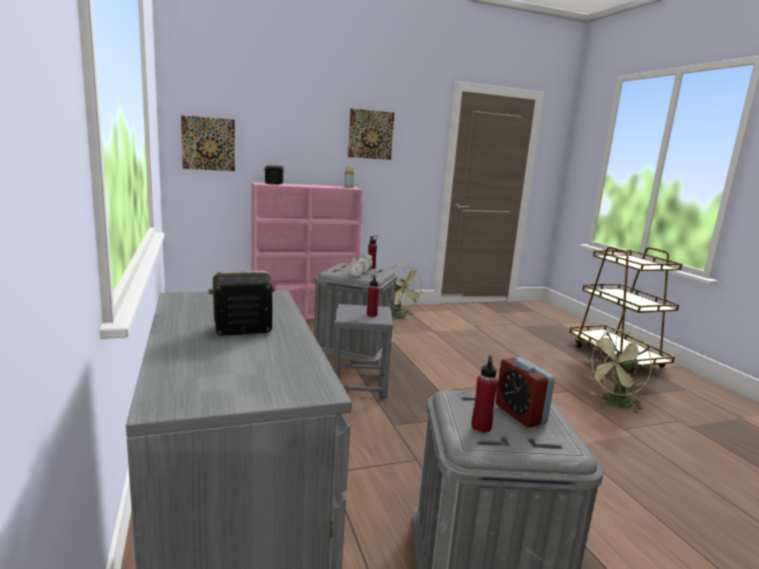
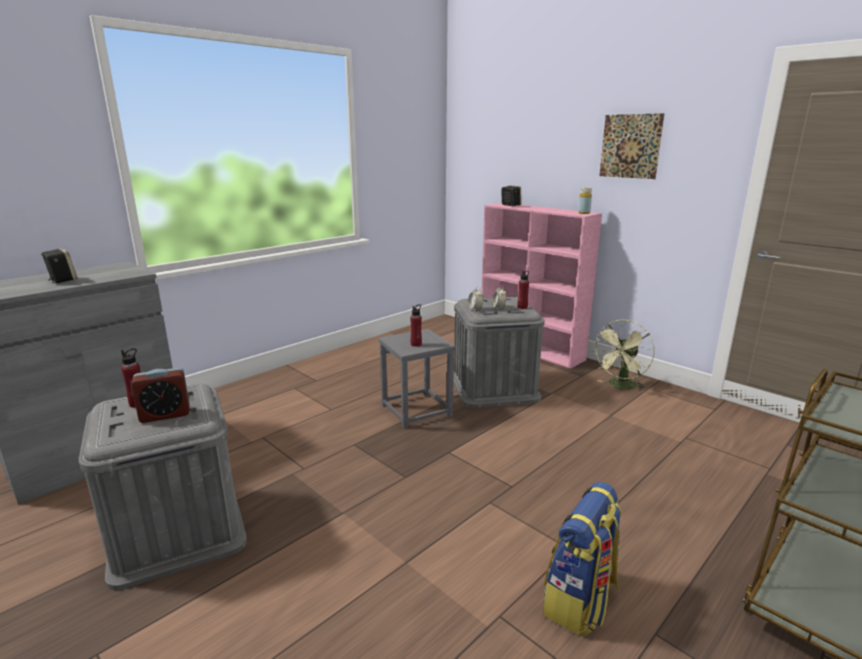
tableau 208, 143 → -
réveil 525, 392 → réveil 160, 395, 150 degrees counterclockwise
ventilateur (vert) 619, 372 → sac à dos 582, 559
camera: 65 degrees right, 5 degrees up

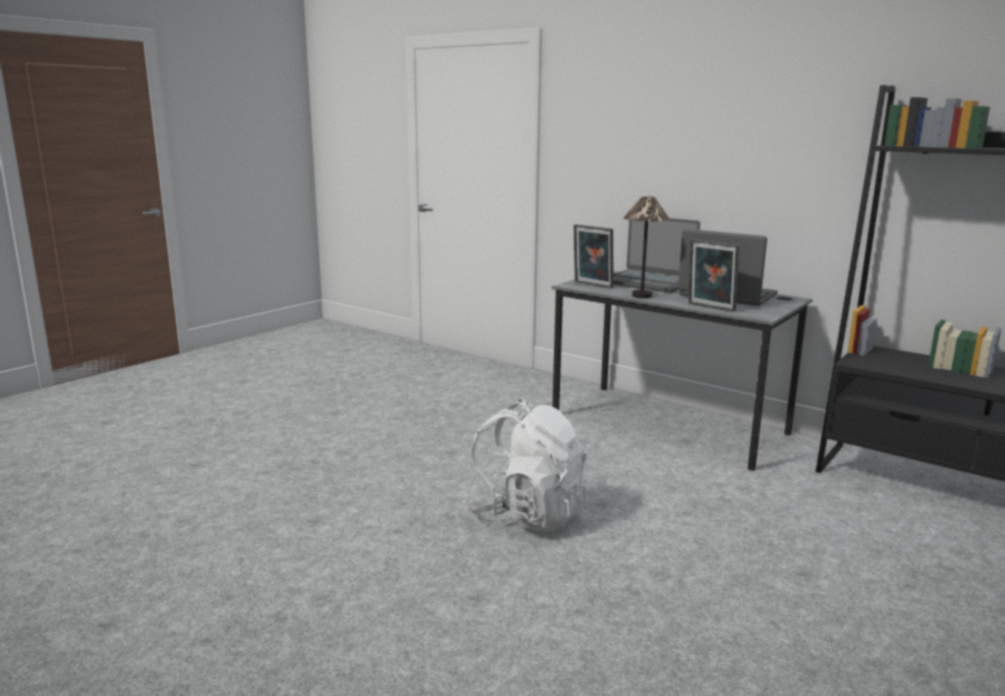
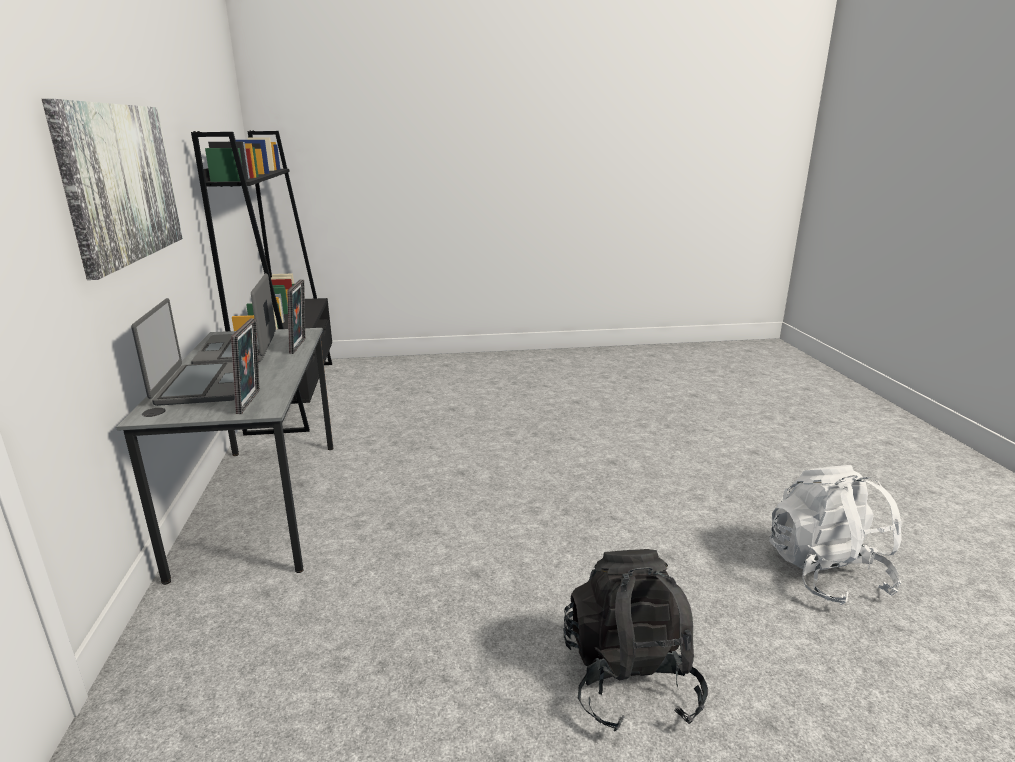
sac à dos (blanc) 525, 465 → sac à dos (blanc) 835, 535, moved
lampe de table 647, 247 → -
- → tableau 112, 189
- → sac à dos (noir) 636, 640
camera: 135 degrees left, 5 degrees up

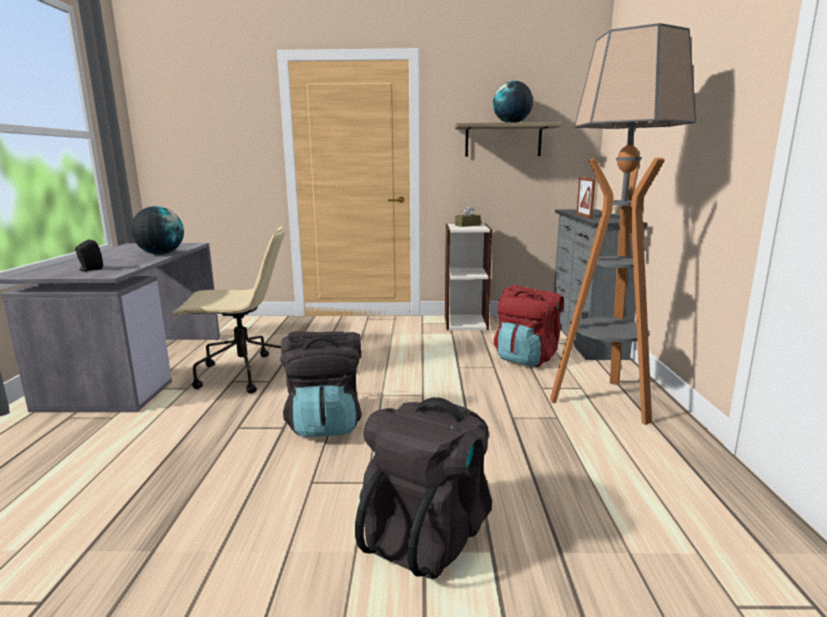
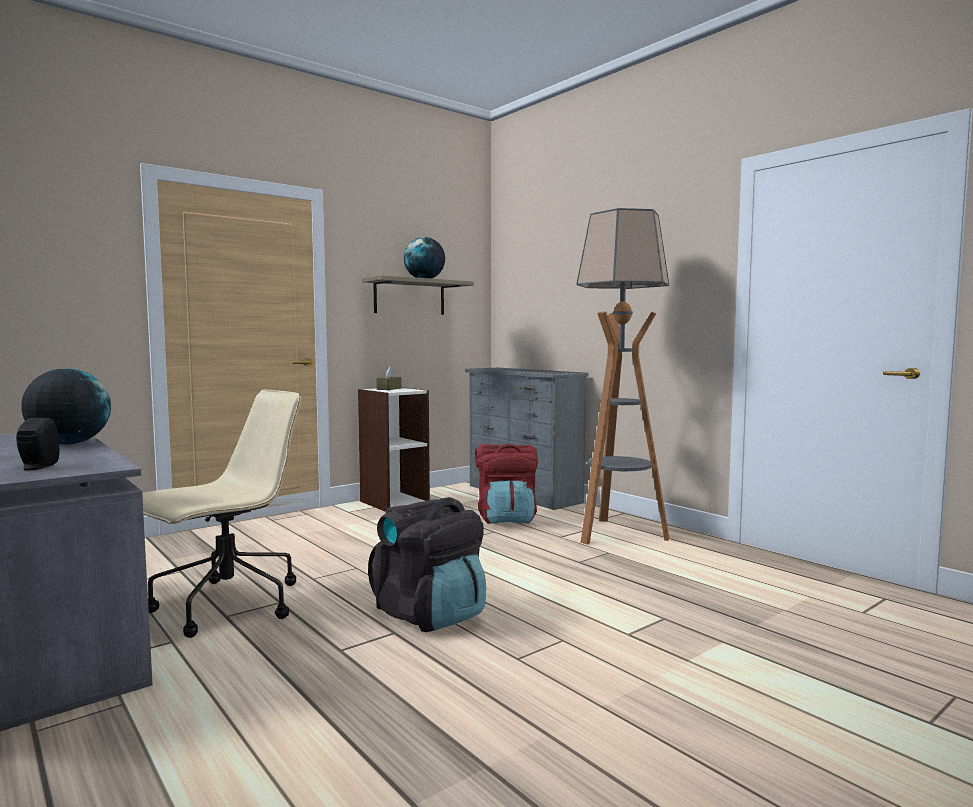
sac à dos (noir) 423, 488 → -
cadre photo 586, 198 → -
camera: 40 degrees left, 10 degrees down

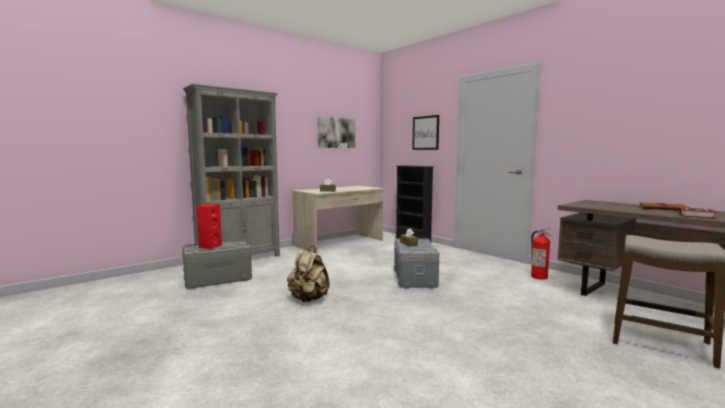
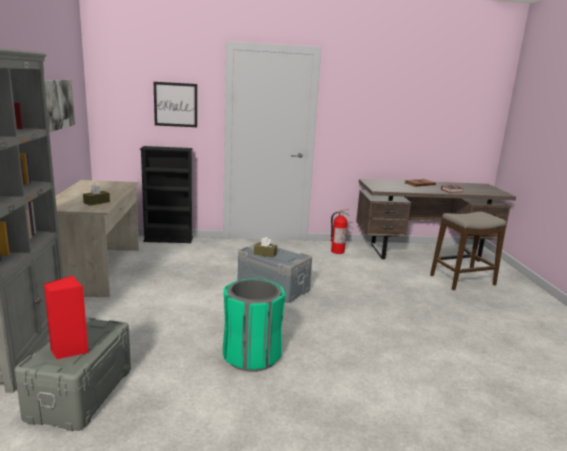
sac à dos (beige) 308, 274 → poubelle (vert) 254, 325
camera: 55 degrees left, 10 degrees up

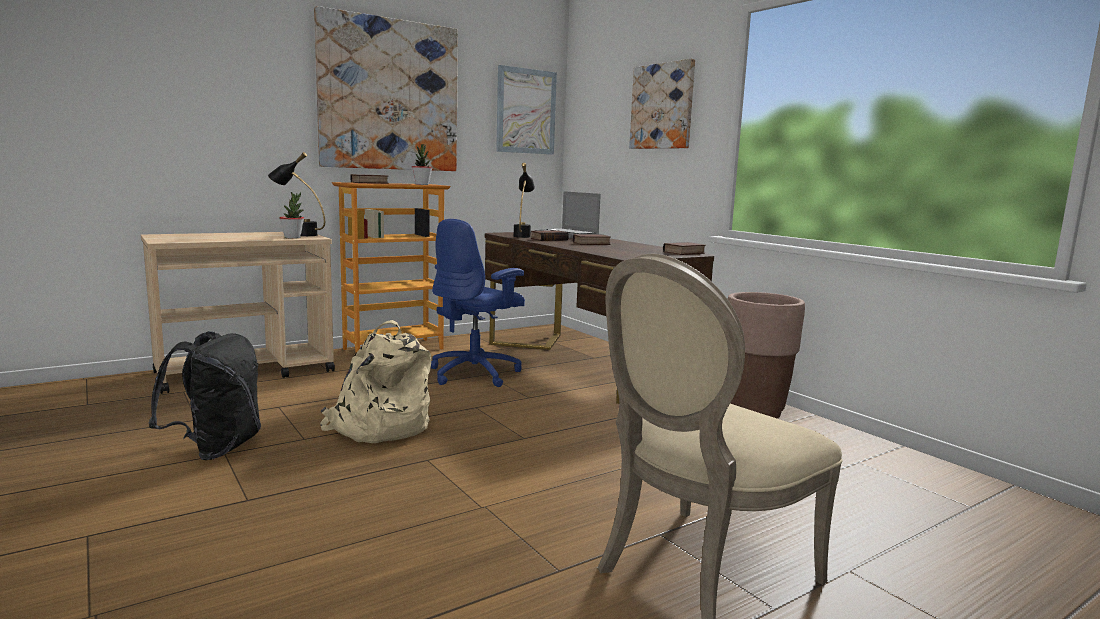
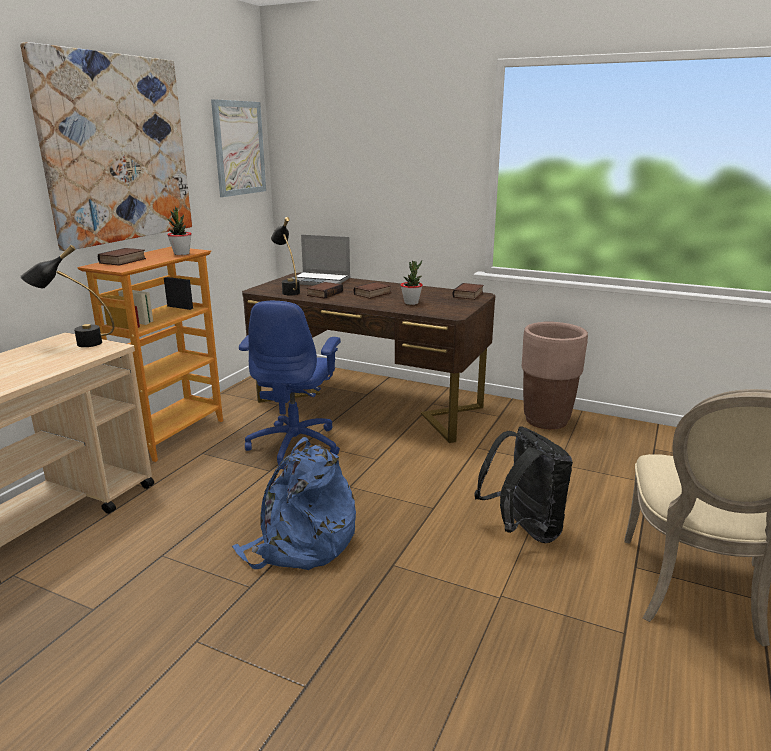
sac à dos (noir) 204, 395 → sac à dos (noir) 524, 485, moved
plante en pot 291, 215 → plante en pot 412, 282, moved
sac à dos (beige) 375, 381 → sac à dos (bleu) 294, 503
tableau 662, 103 → -
camera: 30 degrees left, 10 degrees up

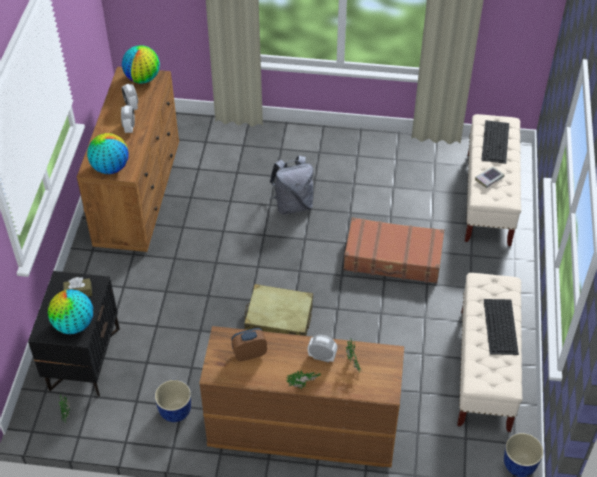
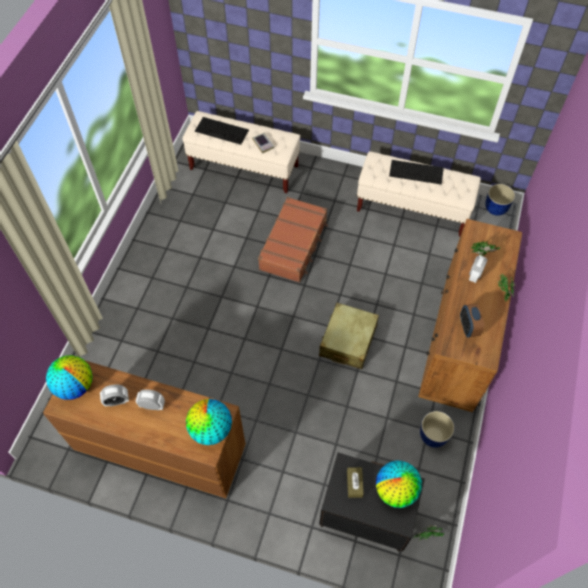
sac à dos (gris) 291, 185 → -
camera: 80 degrees left, 10 degrees up

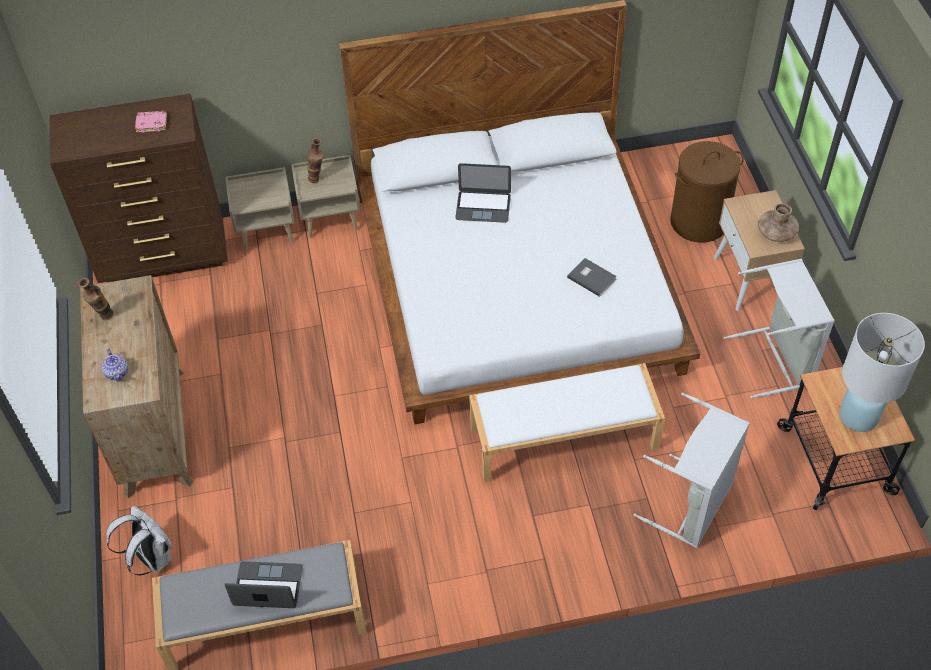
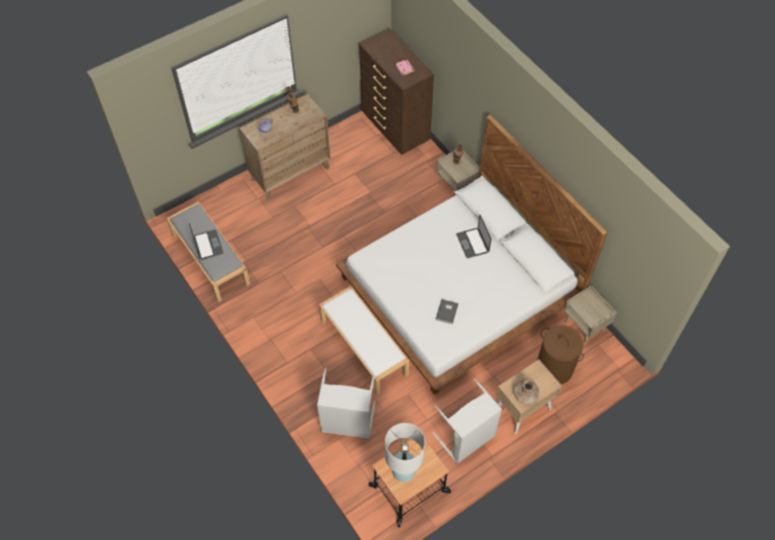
sac à dos (blanc) 139, 540 → -
table de chevet (beige) 260, 209 → table de chevet (beige) 590, 315, moved
camera: 65 degrees right, 5 degrees up

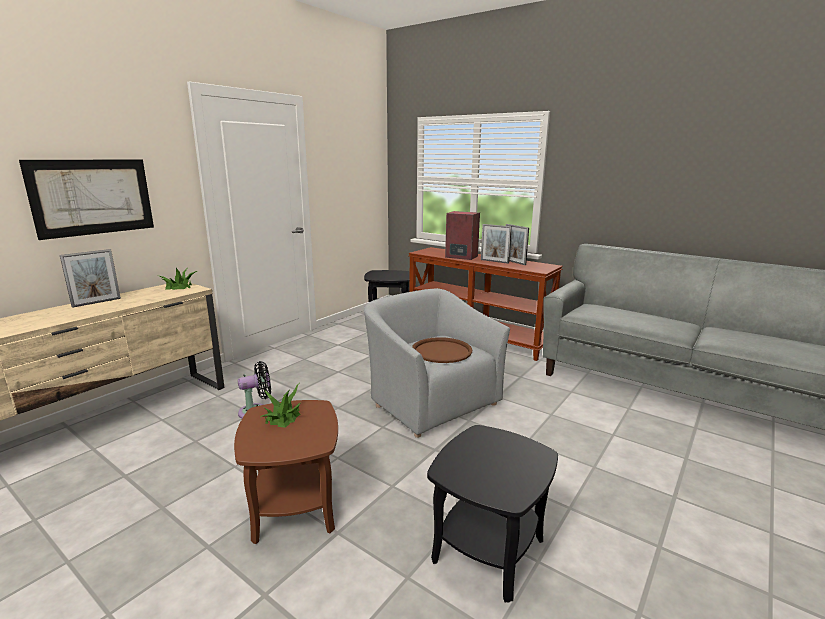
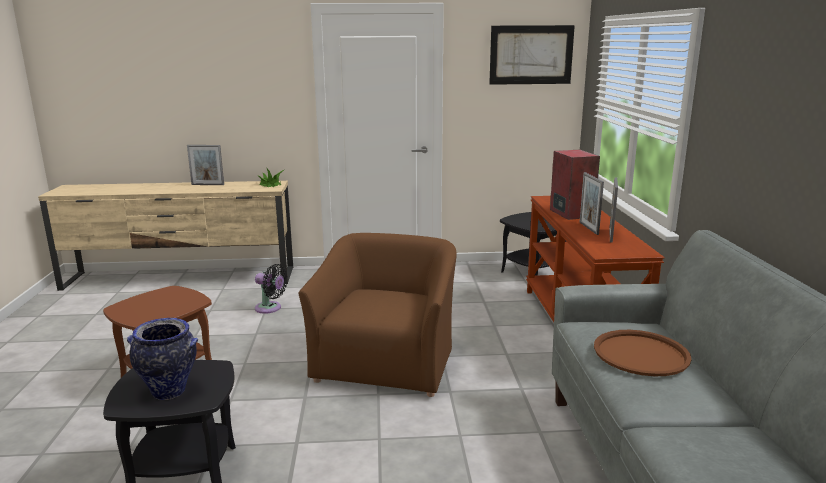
tableau 86, 199 → tableau 532, 55, moved
plante en pot 280, 406 → -
fauteuil (gris) 437, 363 → fauteuil (marron) 378, 315
plateau (marron) 442, 350 → plateau (marron) 643, 353, moved
- → vase 162, 359
camera: 50 degrees right, 0 degrees up

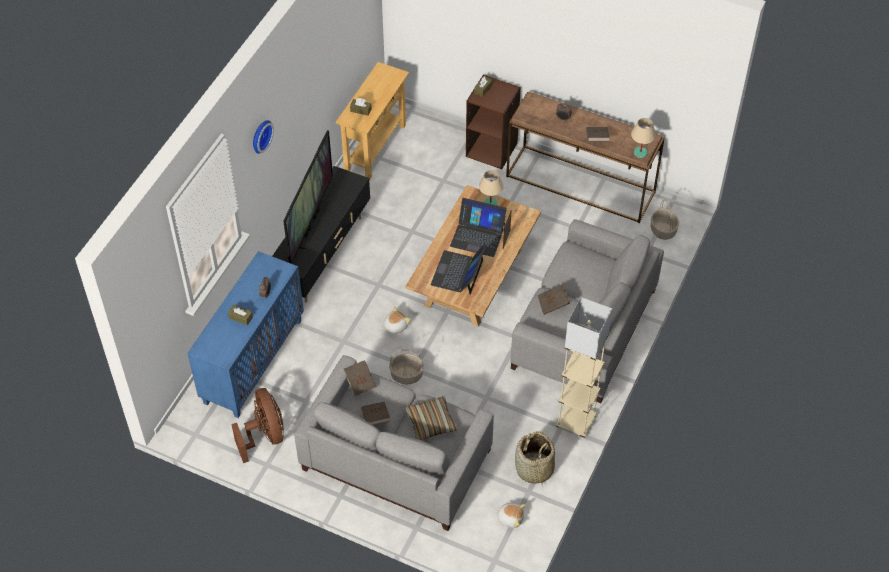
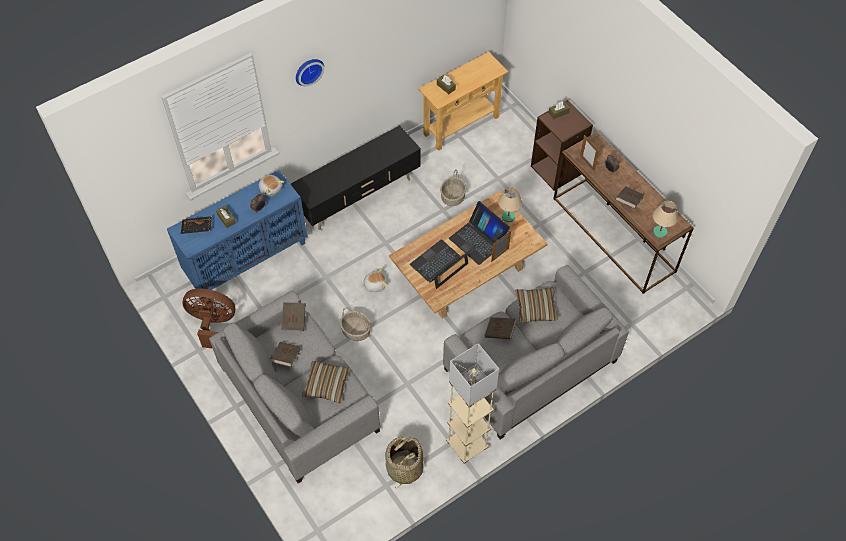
ventilateur (marron) 257, 425 → ventilateur (marron) 208, 319, 90 degrees counterclockwise
téléviseur 308, 197 → -
peluche 510, 515 → peluche 271, 186, moved
panier 665, 219 → panier 453, 187, moved
- → plateau (noir) 196, 225
- → coussin 536, 305
- → cadre photo 589, 153
camera: 30 degrees right, 5 degrees up

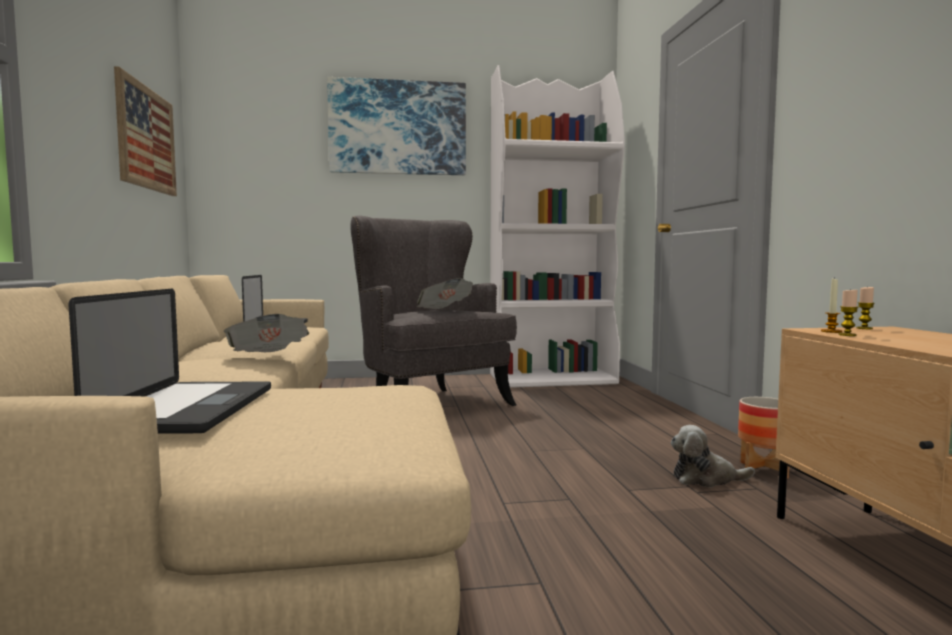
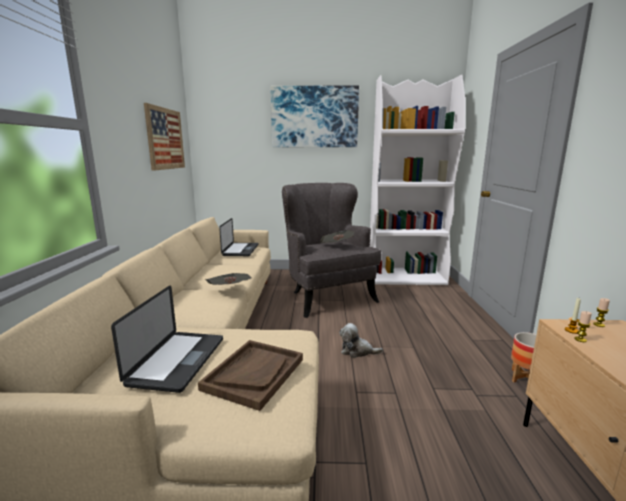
peluche 713, 456 → peluche 361, 340, moved
- → plateau (marron) 250, 375
camera: 10 degrees right, 10 degrees up

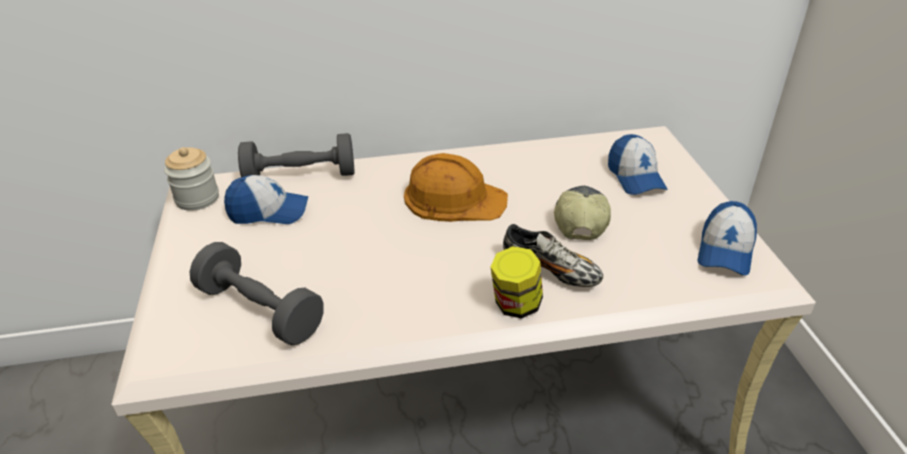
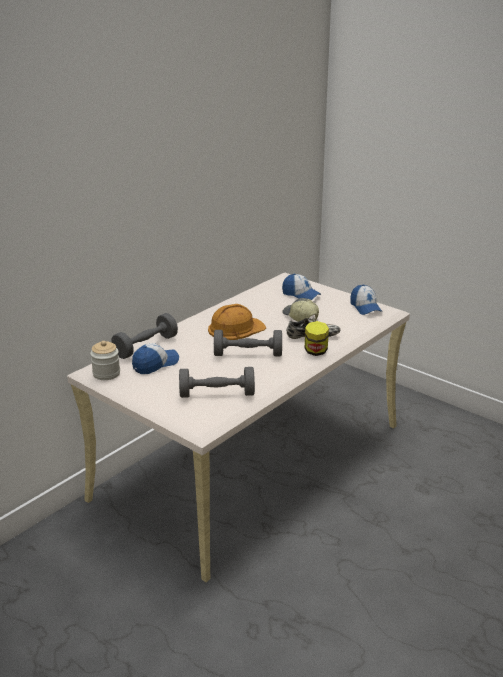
- → haltère (gris) 248, 343
camera: 40 degrees left, 10 degrees down

